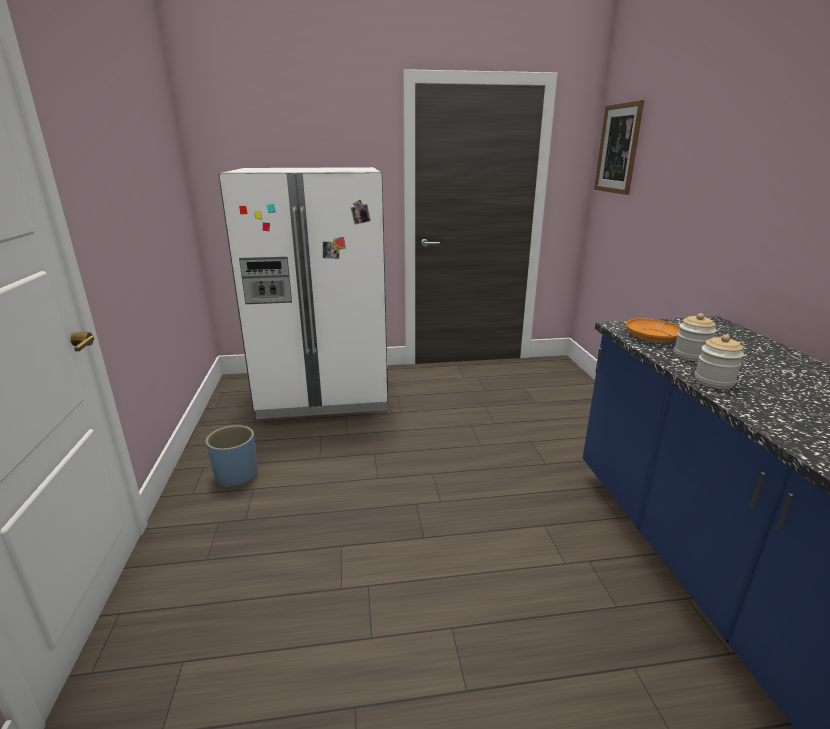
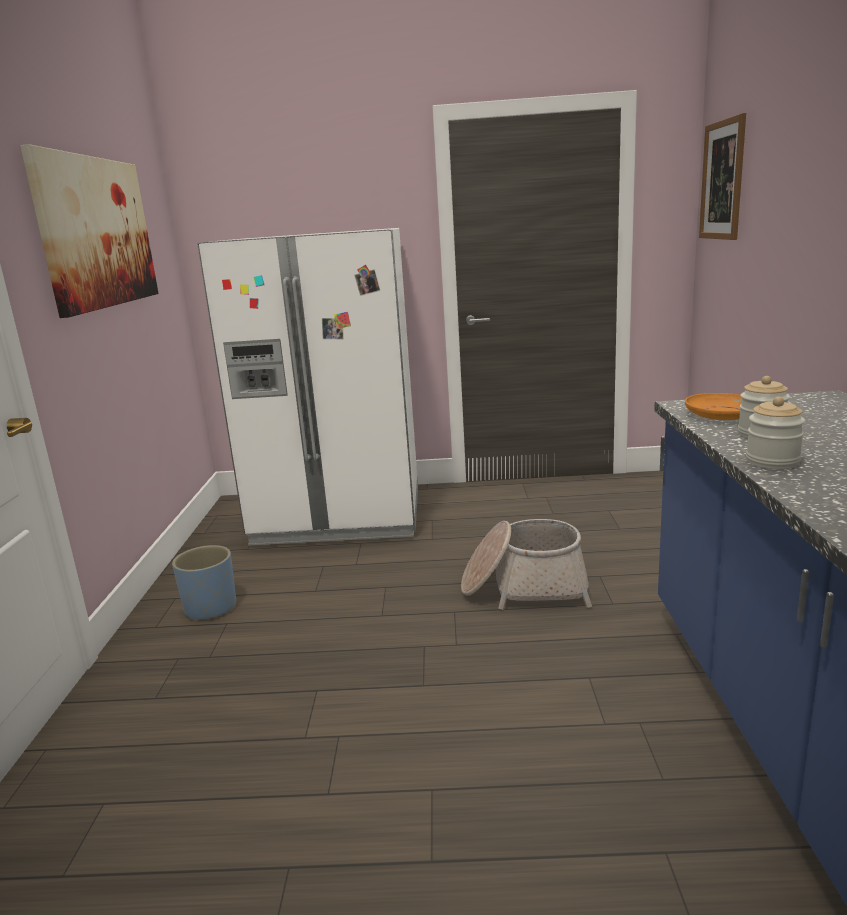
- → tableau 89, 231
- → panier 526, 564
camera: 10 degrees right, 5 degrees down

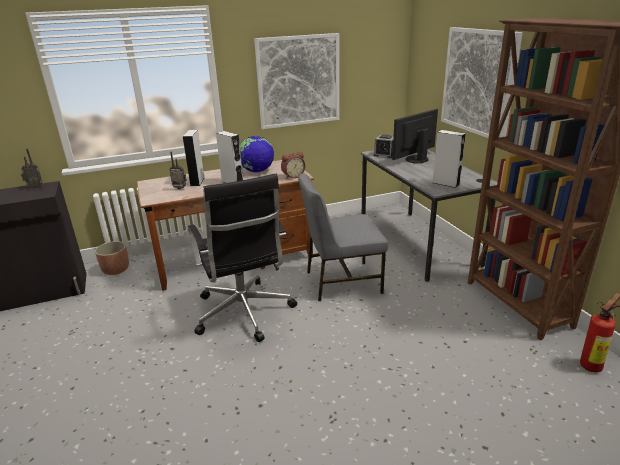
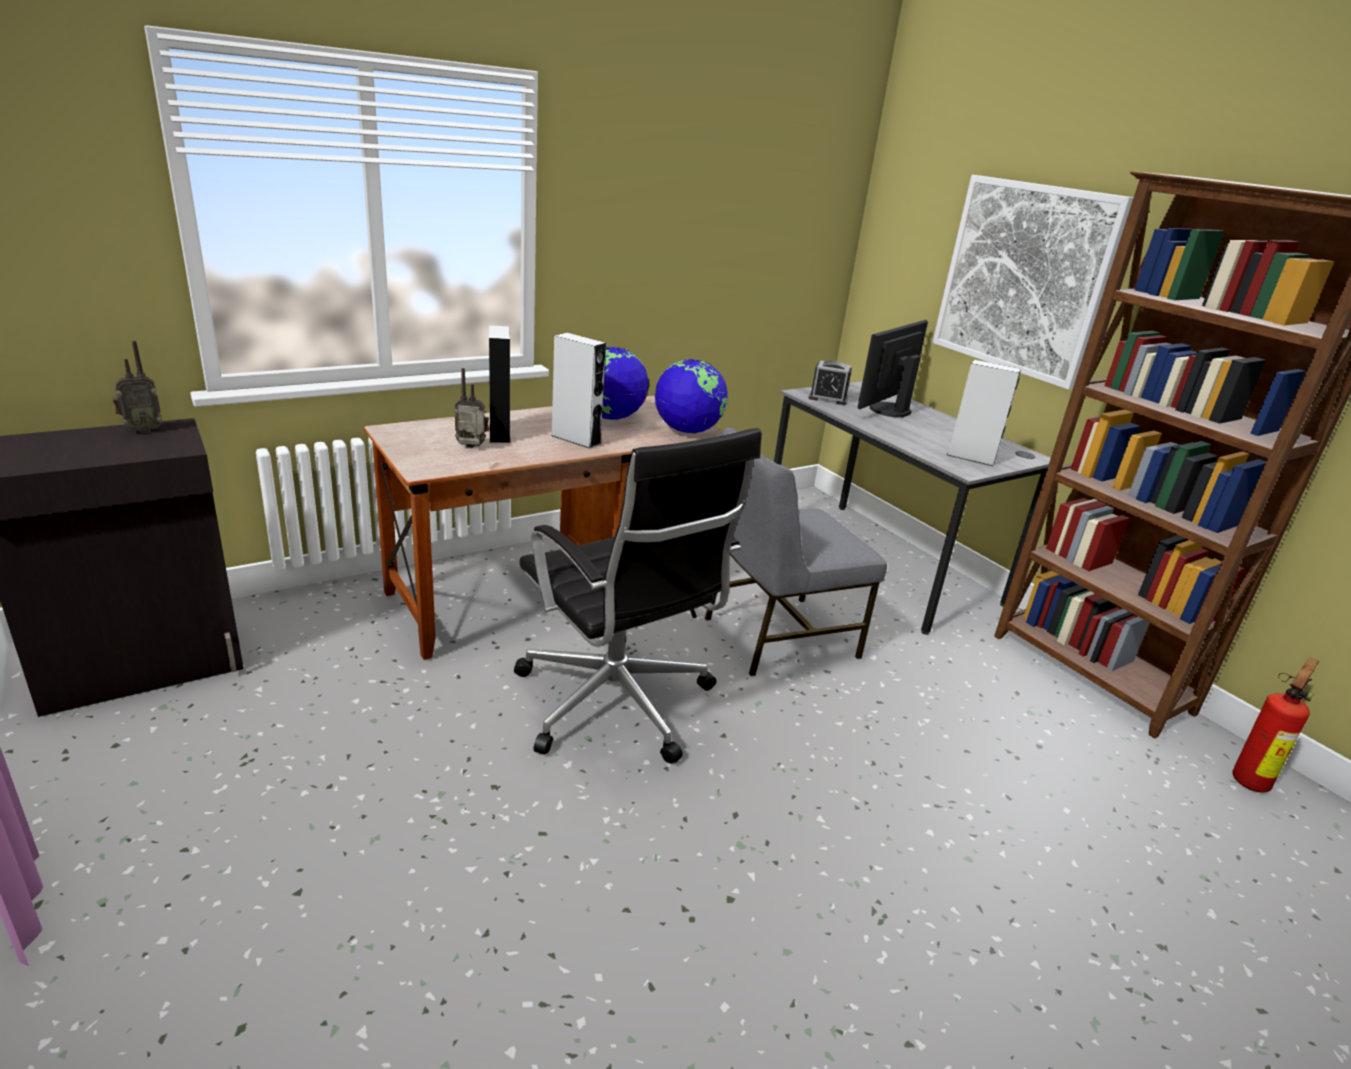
cache-pot 112, 258 → -
tableau 296, 81 → -
réveil 293, 165 → globe 691, 396
camera: 15 degrees left, 0 degrees up

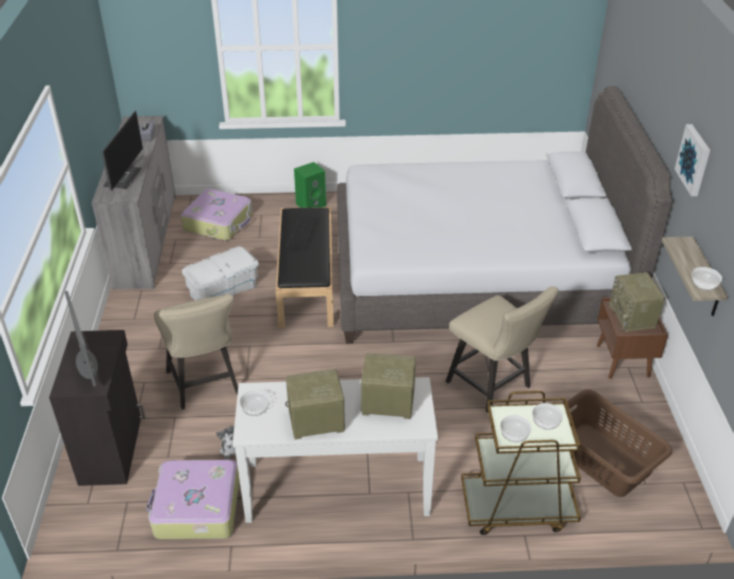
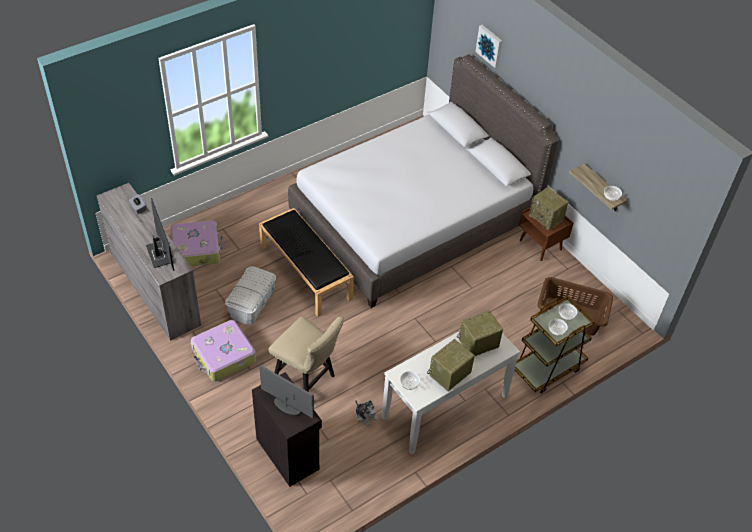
valise 193, 499 → valise 223, 351, moved
enceinte (vert) 310, 185 → -
chaise (beige) 501, 349 → -
tableau 692, 160 → tableau 489, 46, moved
camera: 35 degrees left, 10 degrees up

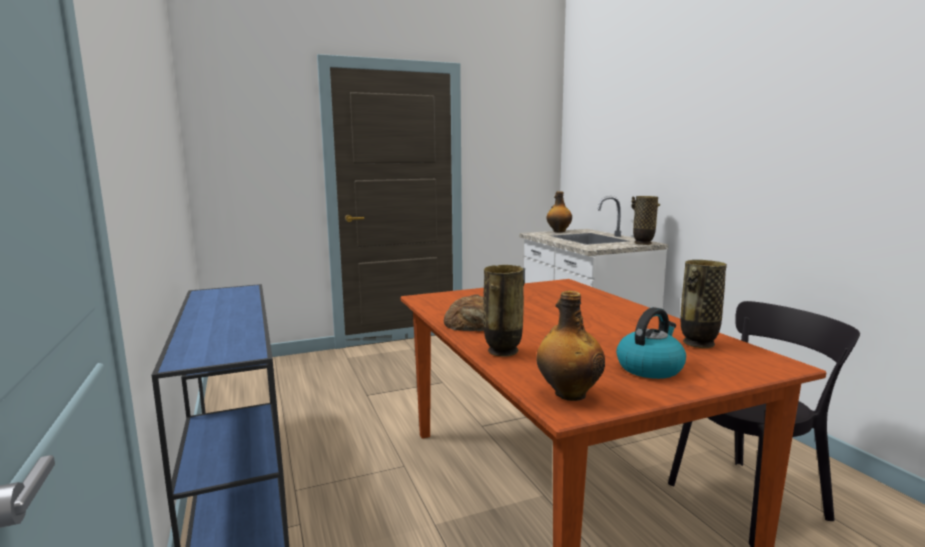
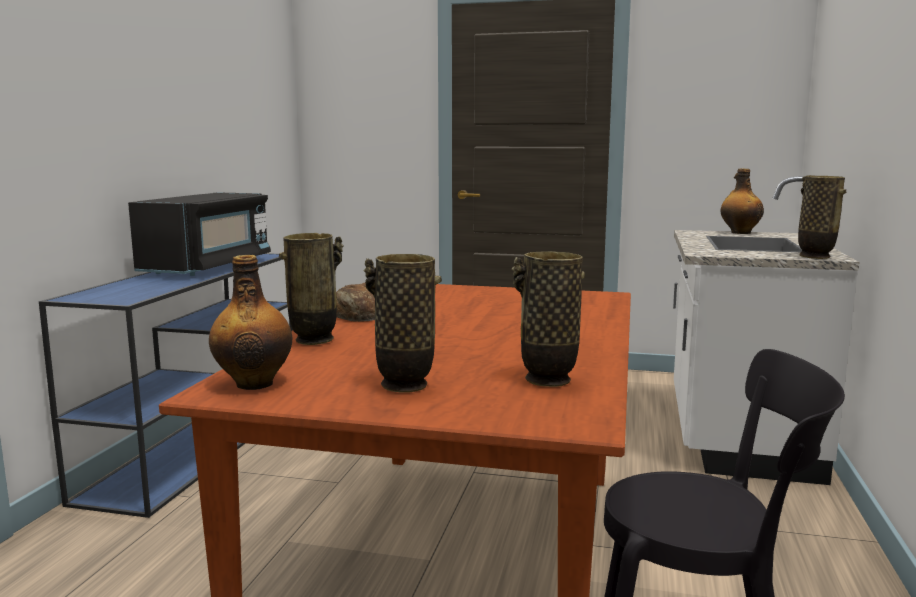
bouilloire 651, 343 → vase 403, 323
- → micro-ondes (noir) 199, 234
camera: 35 degrees right, 0 degrees up

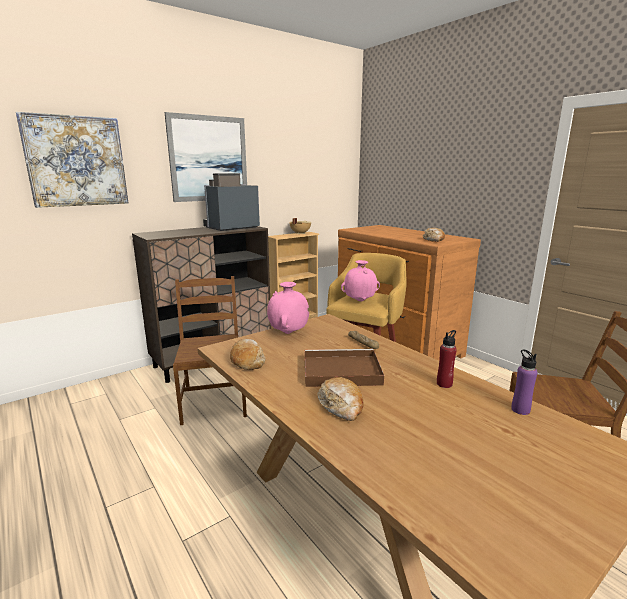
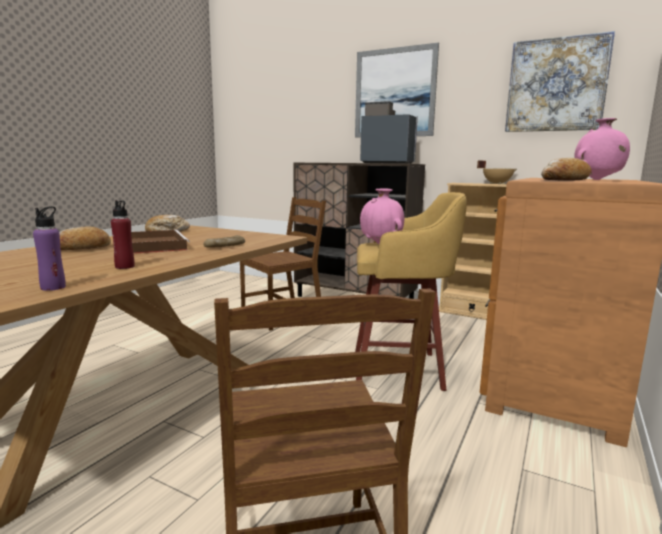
tableau 72, 160 → tableau 560, 81, moved
vase (rose) 288, 308 → vase (rose) 602, 149, moved
camera: 65 degrees right, 5 degrees down

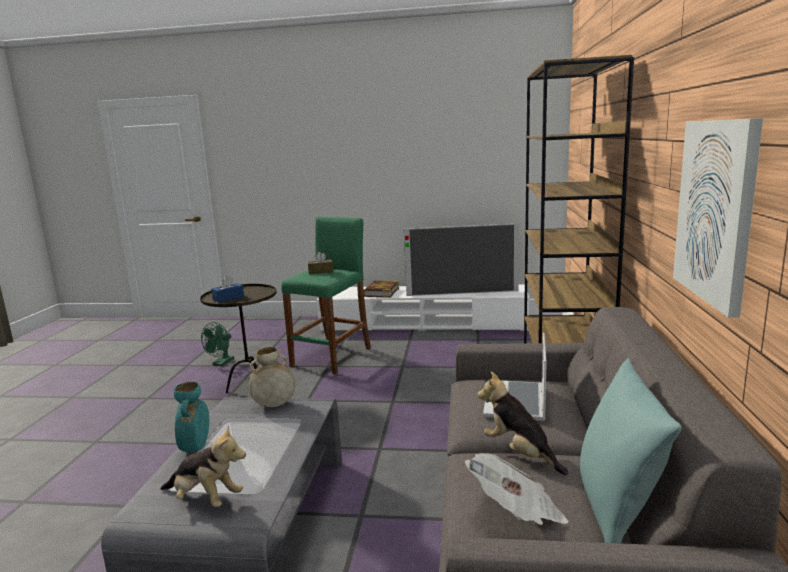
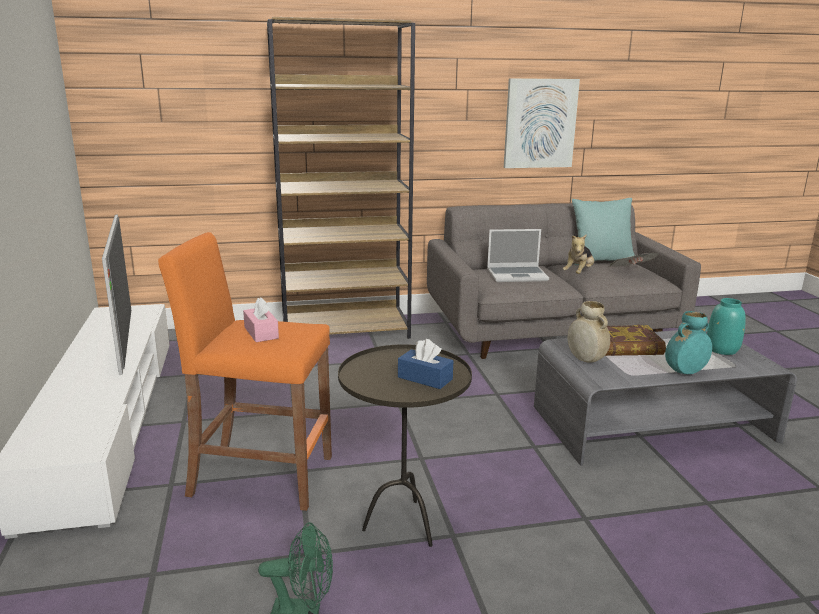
peluche 203, 466 → vase (turquoise) 726, 326
tabouret (vert) 326, 295 → tabouret (orange) 245, 371
boîte à mouchoirs (marron) 320, 263 → boîte à mouchoirs (rose) 261, 320
livre 381, 289 → livre 635, 340, moved
camera: 110 degrees left, 5 degrees up

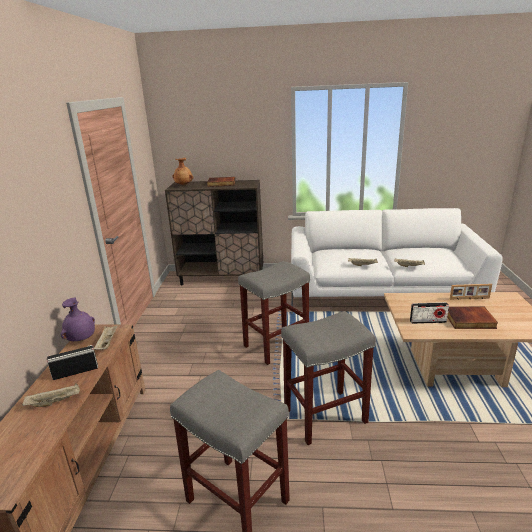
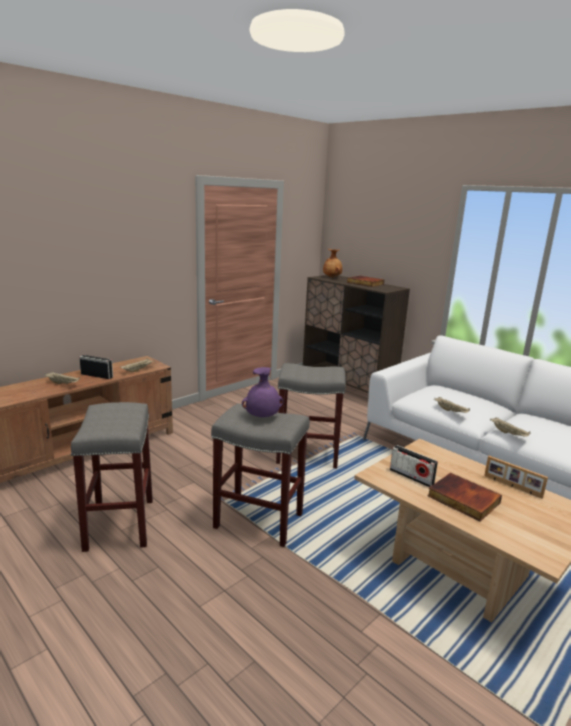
vase (violet) 78, 319 → vase (violet) 263, 392, moved
camera: 40 degrees right, 5 degrees down

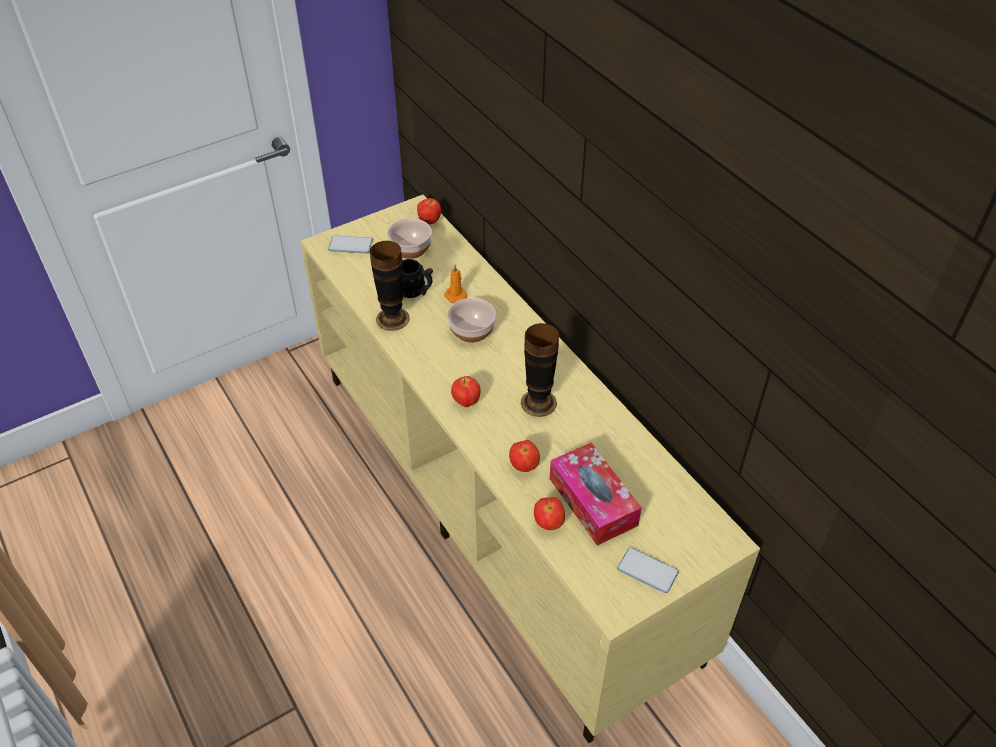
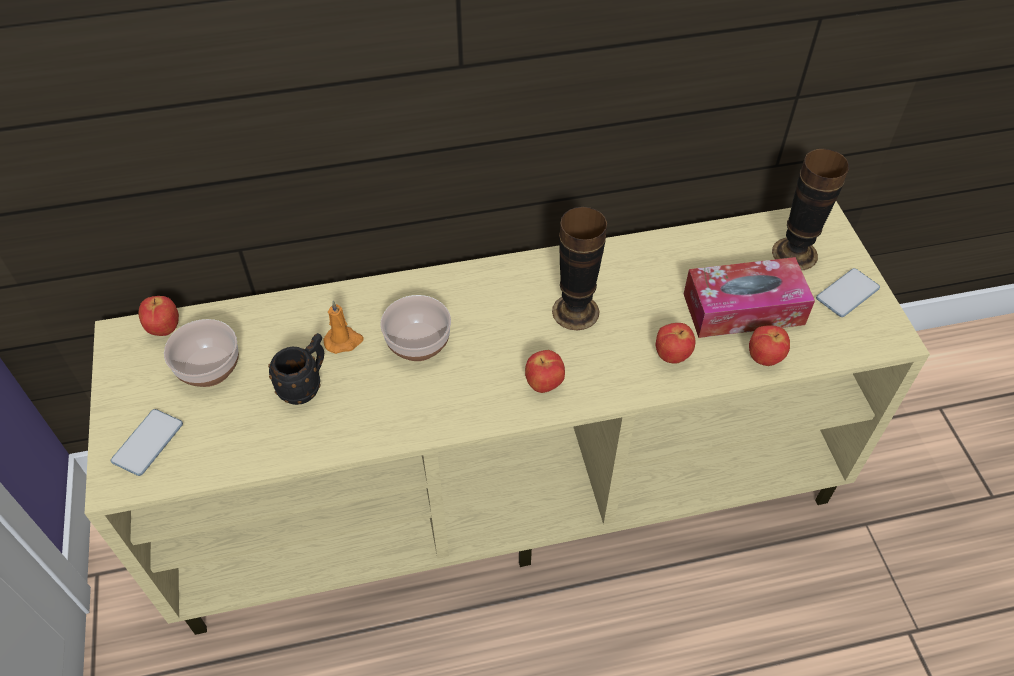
vase 390, 286 → vase 810, 209, moved
camera: 70 degrees left, 5 degrees up

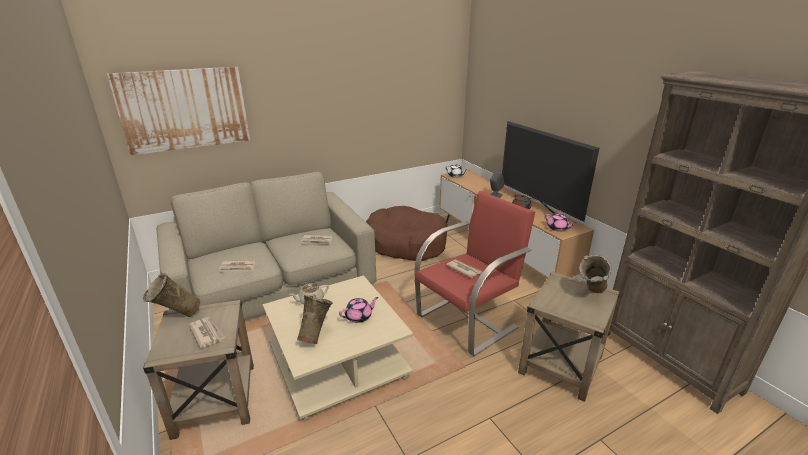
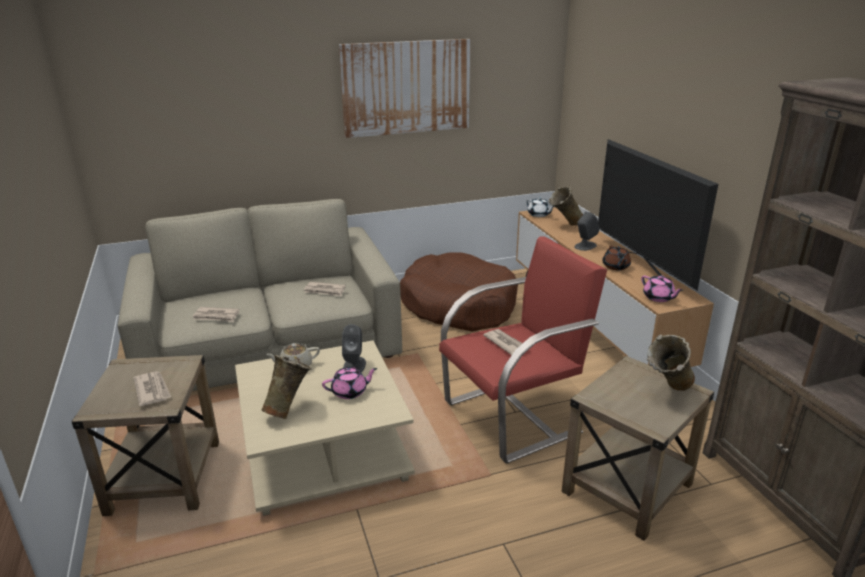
tableau 178, 111 → tableau 404, 88, moved
vase (beige) 171, 295 → vase (beige) 566, 206, moved
- → enceinte (gris) 354, 348
camera: 10 degrees right, 0 degrees up

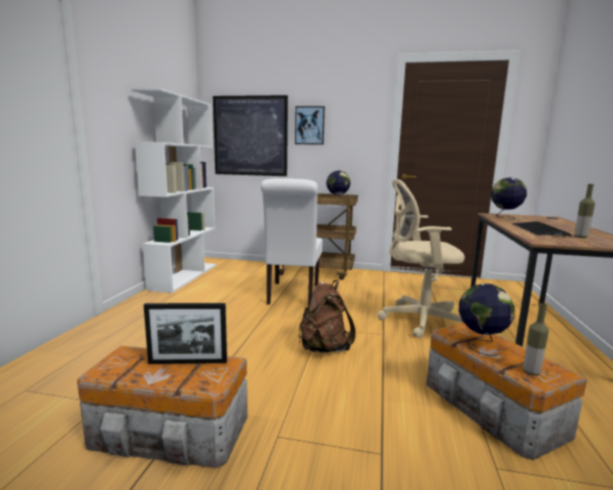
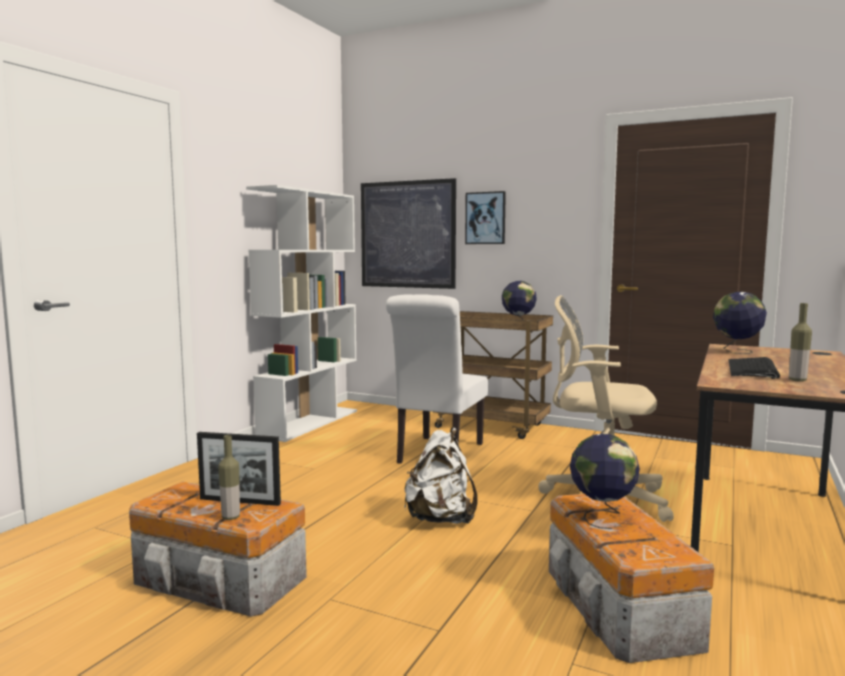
sac à dos (marron) 327, 316 → sac à dos (blanc) 441, 475
bouteille 536, 339 → bouteille 229, 477, moved
camera: 15 degrees right, 5 degrees down

